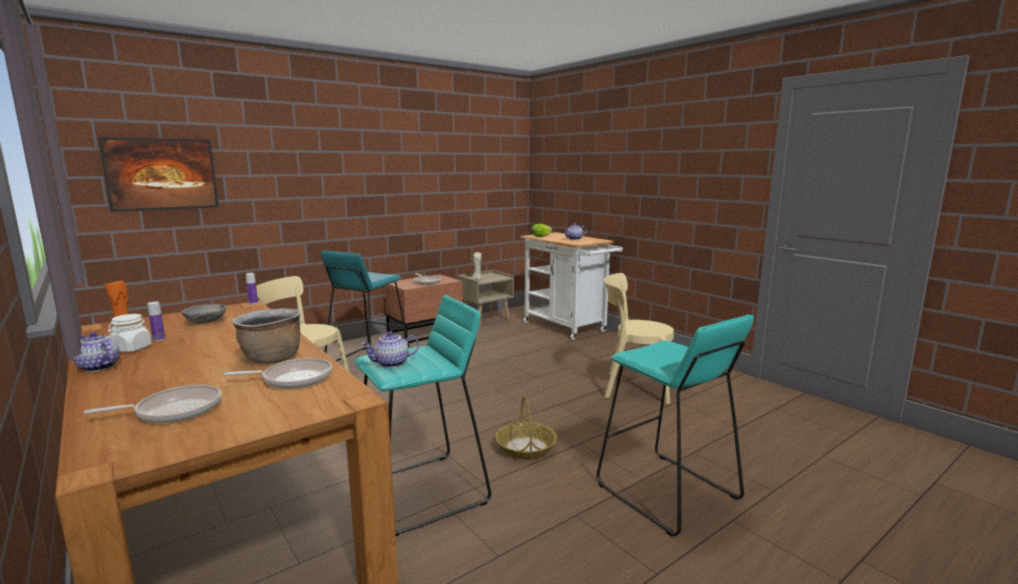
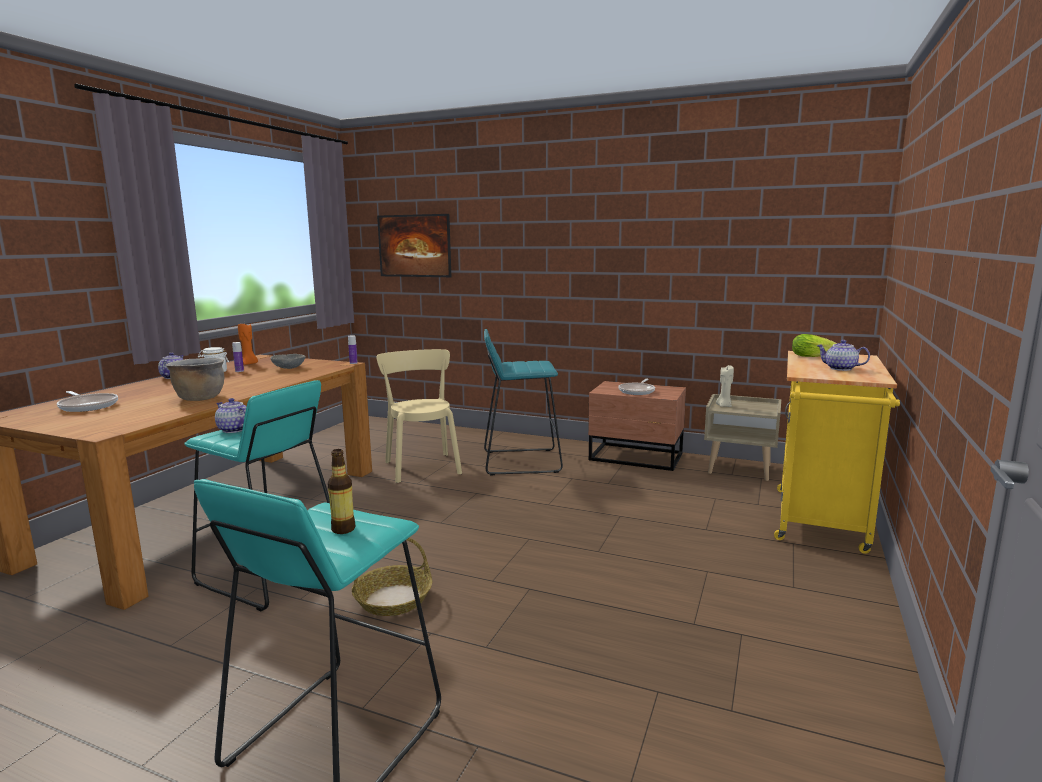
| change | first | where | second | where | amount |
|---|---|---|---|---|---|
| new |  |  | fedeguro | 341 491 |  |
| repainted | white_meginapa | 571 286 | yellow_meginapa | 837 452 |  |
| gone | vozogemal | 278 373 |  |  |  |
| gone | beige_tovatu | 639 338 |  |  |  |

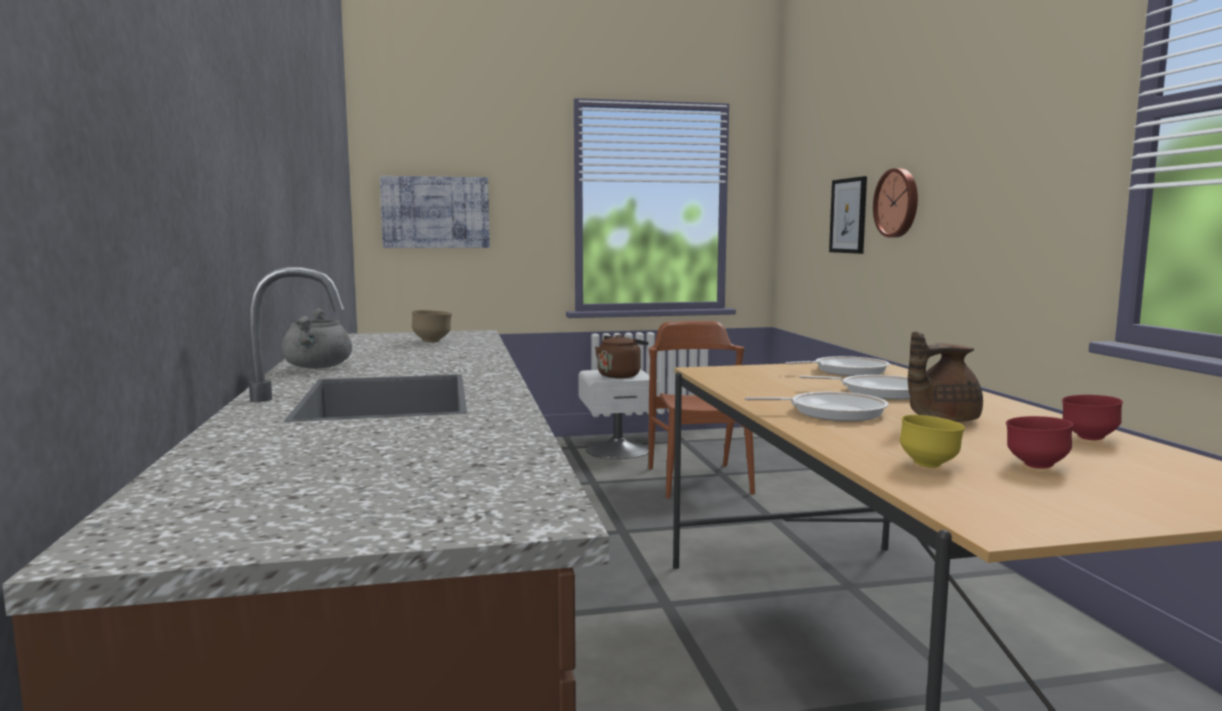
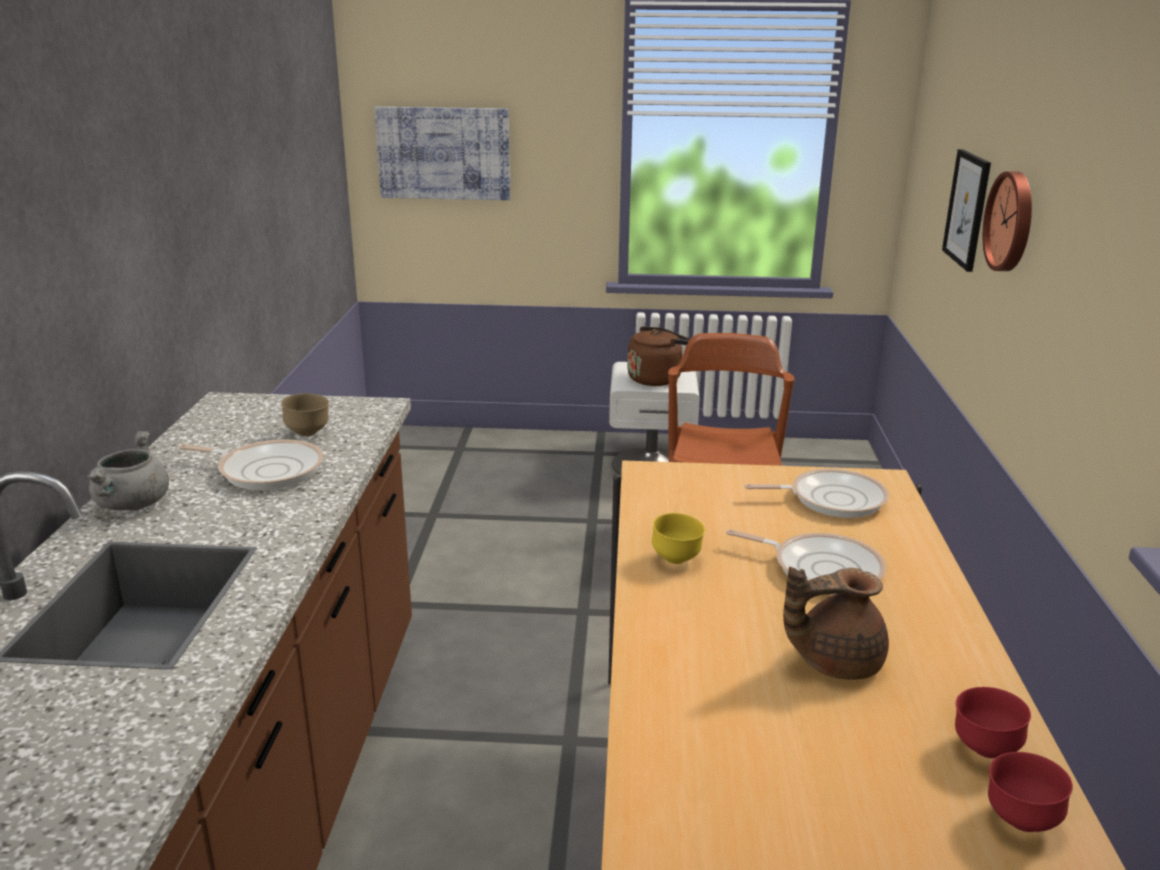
| change | first | where | second | where | amount |
|---|---|---|---|---|---|
| shifted | vozogemal | 817 406 |  | 251 464 |  |
| shifted | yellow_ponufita | 932 441 |  | 678 538 |  |
| shifted | red_ponufita | 1039 442 |  | 1030 792 |  |

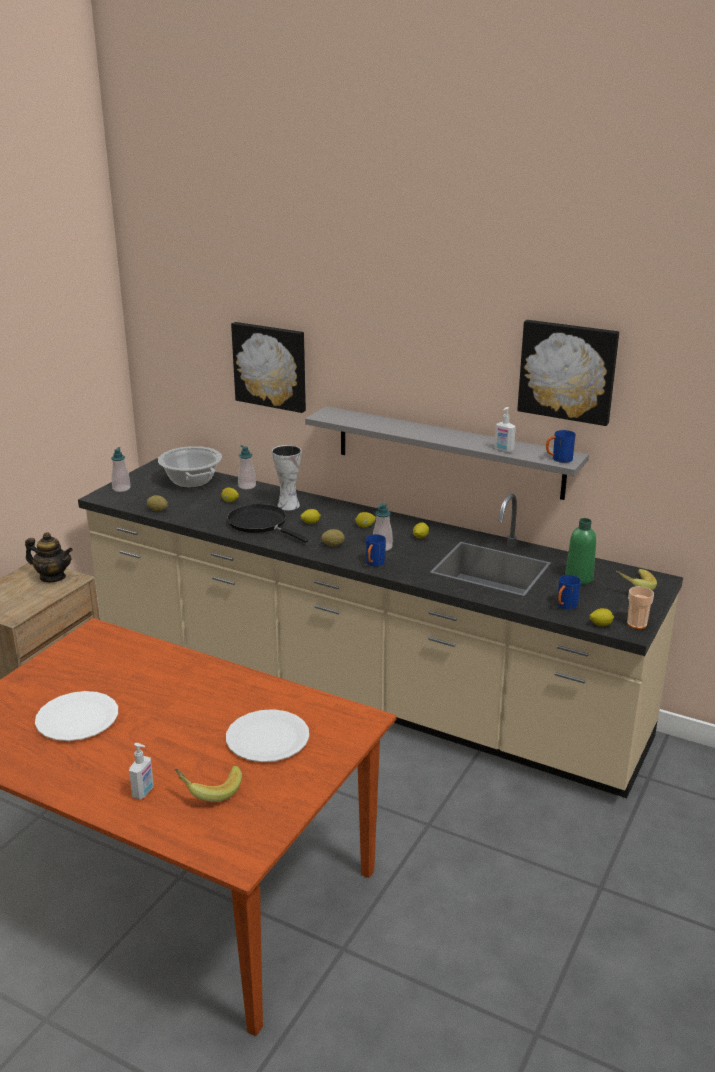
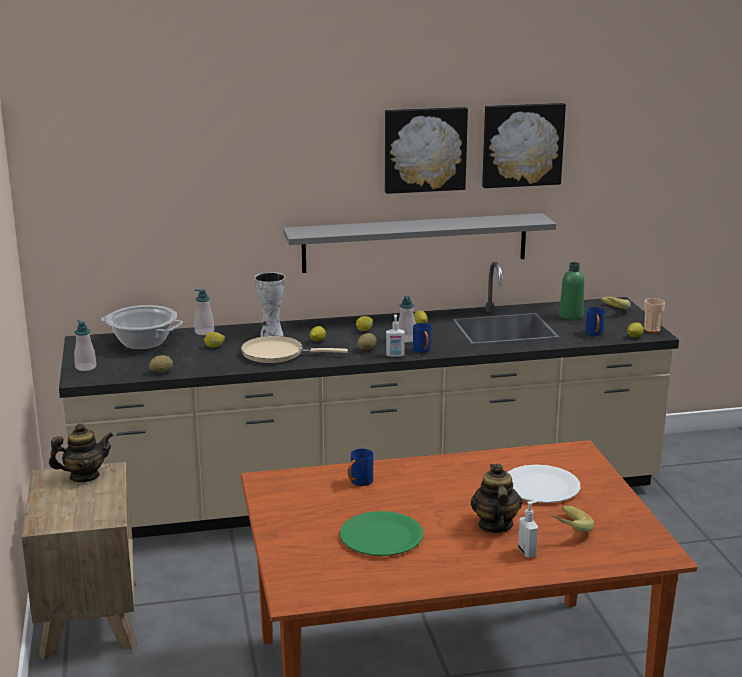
| change | first | where | second | where | amount |
|---|---|---|---|---|---|
| repainted | black_vozogemal | 267 523 | beige_vozogemal | 294 349 |  |
| repainted | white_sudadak | 76 716 | green_sudadak | 381 533 |  |
| shifted | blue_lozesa | 561 446 |  | 361 467 |  |
| shifted | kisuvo | 268 367 |  | 426 150 |  |
| shifted | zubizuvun | 505 430 |  | 395 336 |  |
| new |  |  | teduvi | 496 498 |  |

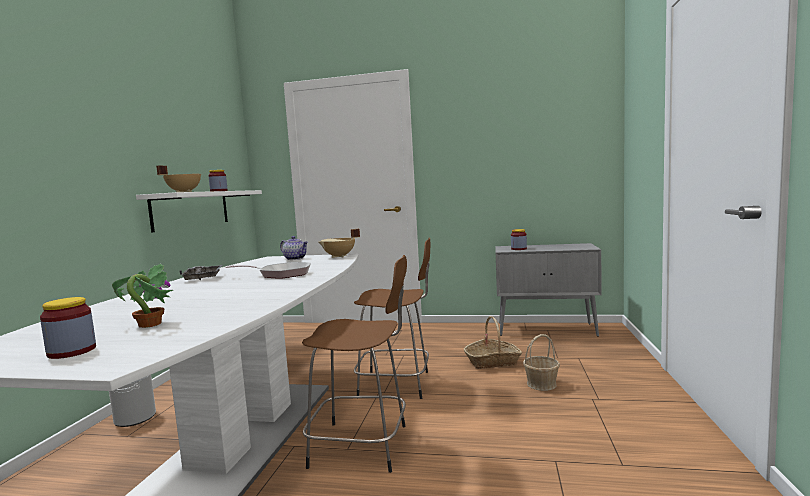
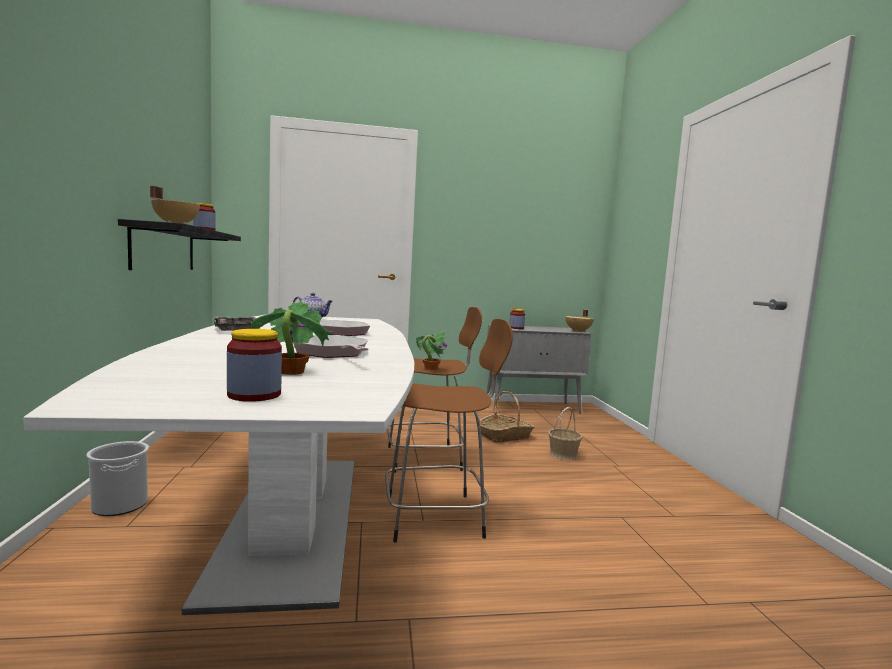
| change | first | where | second | where | amount |
|---|---|---|---|---|---|
| repainted | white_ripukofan | 199 211 | black_ripukofan | 179 244 |  |
| new |  |  | vozogemal | 331 346 |  |
| new |  |  | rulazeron | 431 350 |  |
| shifted | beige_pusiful | 339 243 |  | 579 321 |  |

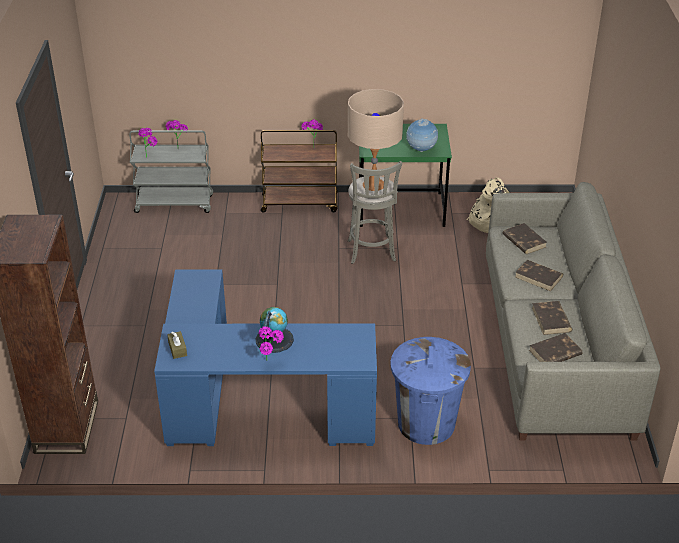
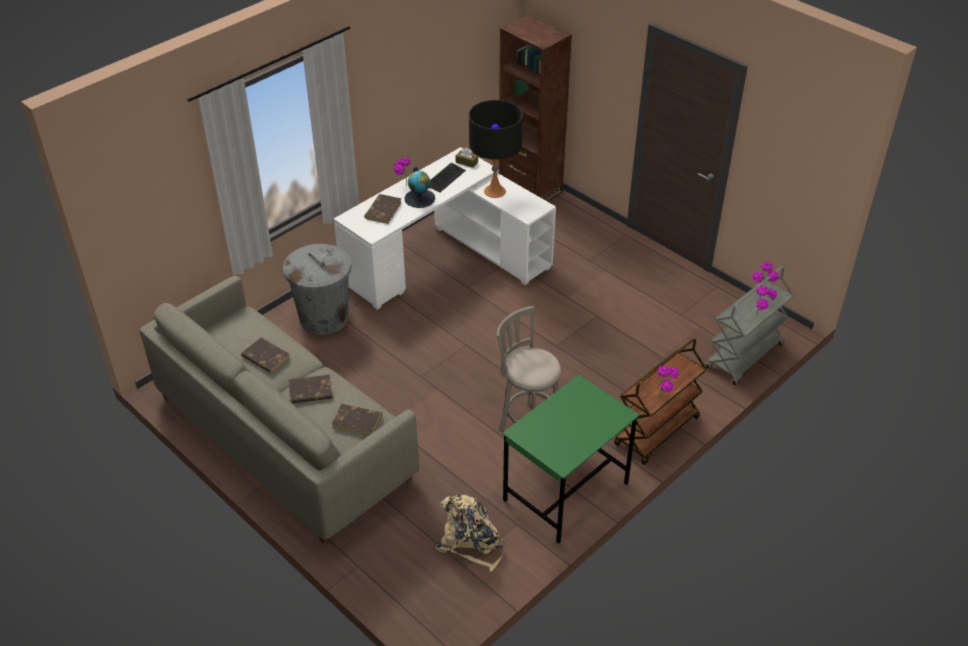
| change | first | where | second | where | amount |
|---|---|---|---|---|---|
| repainted | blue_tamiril | 430 391 | grey_tamiril | 317 289 |  |
| repainted | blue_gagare | 265 357 | white_gagare | 445 228 |  |
| shifted | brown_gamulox | 556 347 |  | 382 209 |  |
| new |  |  | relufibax | 447 177 |  |
| new |  |  | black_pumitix | 496 149 |  |
| gone | beige_pumitix | 376 140 |  |  |  |
| gone | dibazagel | 422 135 |  |  |  |

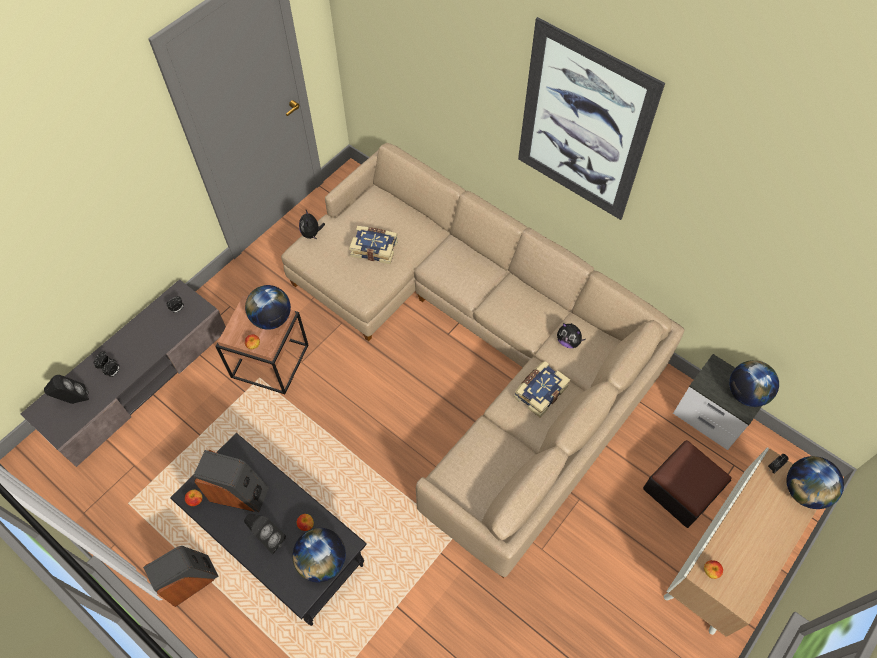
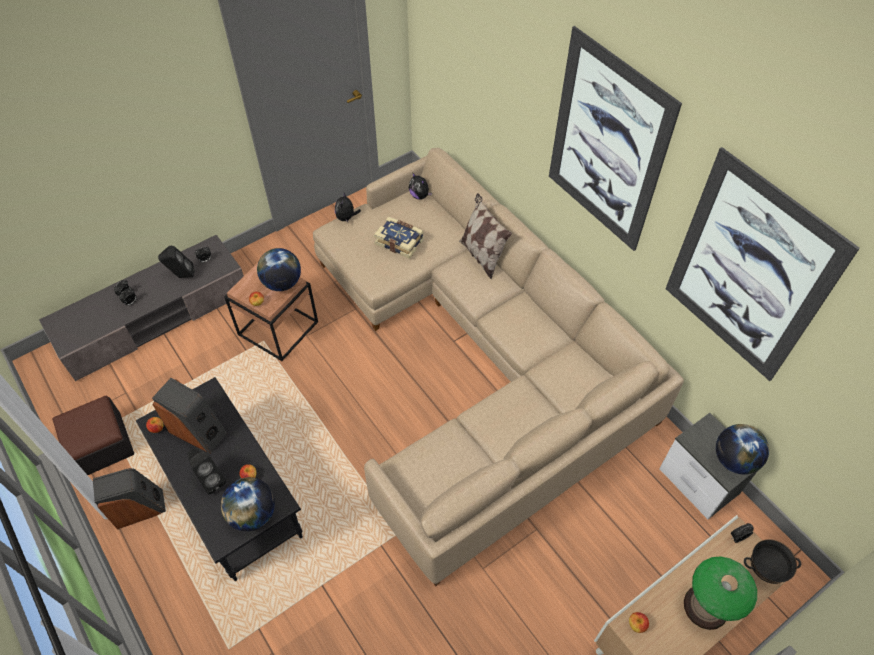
| change | first | where | second | where | amount |
|---|---|---|---|---|---|
| shifted | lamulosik | 687 484 |  | 93 435 |  |
| shifted | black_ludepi | 66 389 |  | 176 262 |  |
| shifted | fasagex | 571 335 |  | 420 186 |  |
| new |  |  | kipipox | 485 236 |  |
| new |  |  | kisuvo | 762 264 |  |
| new |  |  | pumitix | 720 593 |  |
| swapped | dibazagel | 815 482 | black_ponufita | 772 561 |  |
| gone | gamulox | 542 389 |  |  |  |

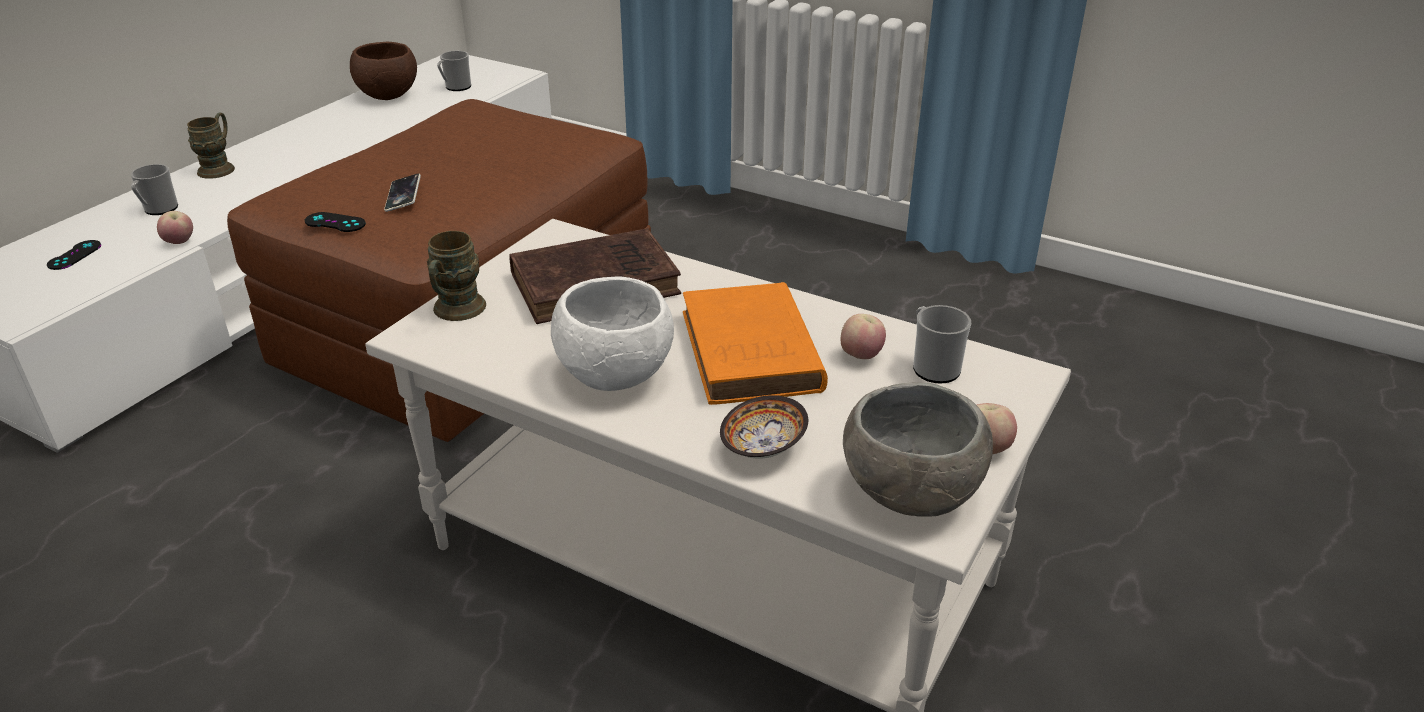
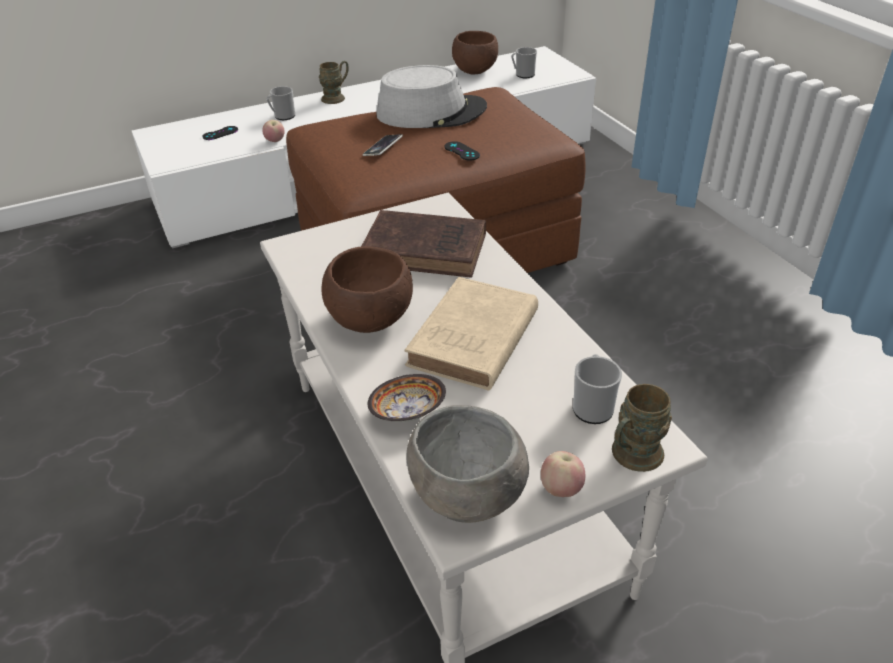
| change | first | where | second | where | amount |
|---|---|---|---|---|---|
| repainted | white_ponufita | 612 333 | brown_ponufita | 367 289 |  |
| new |  |  | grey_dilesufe | 431 96 |  |
| repainted | orange_gamulox | 755 343 | beige_gamulox | 471 333 |  |
| shifted | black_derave | 335 222 |  | 462 151 |  |
| shifted | brown_lozesa | 456 276 |  | 642 428 |  |
| gone | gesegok | 863 336 |  |  |  |

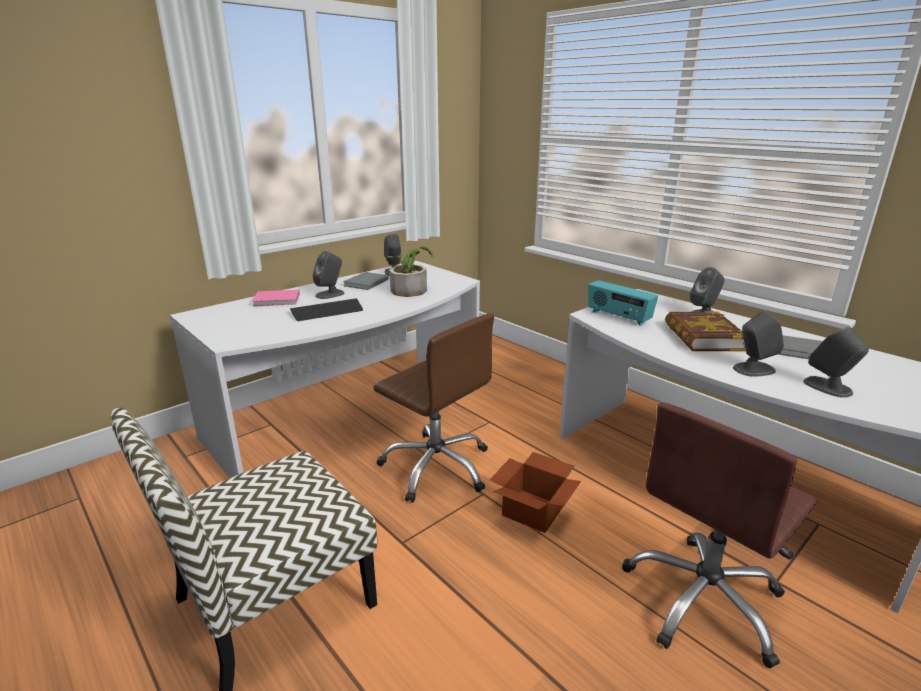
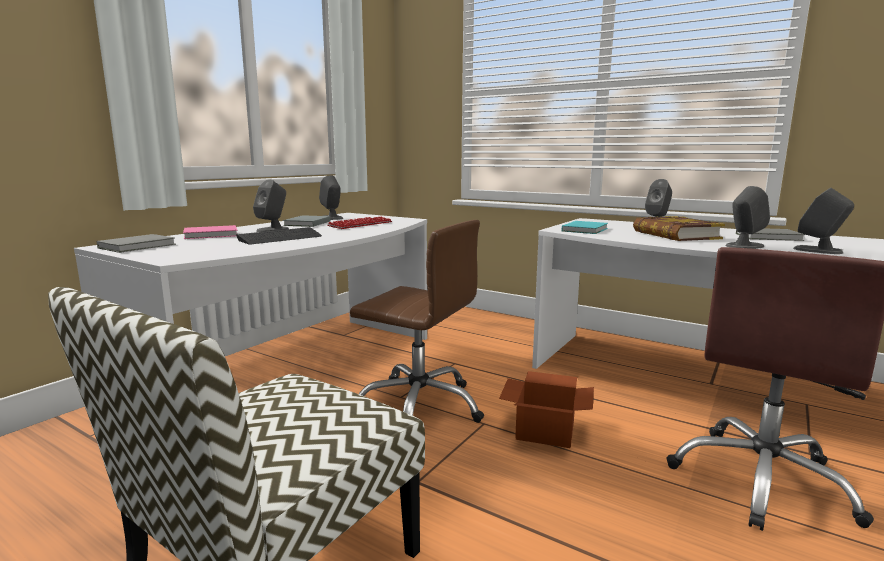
| change | first | where | second | where | amount |
|---|---|---|---|---|---|
| new |  |  | grey_gamulox | 136 243 |  |
| swapped | rulazeron | 410 271 | relufibax | 359 223 |  |
| swapped | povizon | 623 303 | turquoise_gamulox | 585 227 |  |

